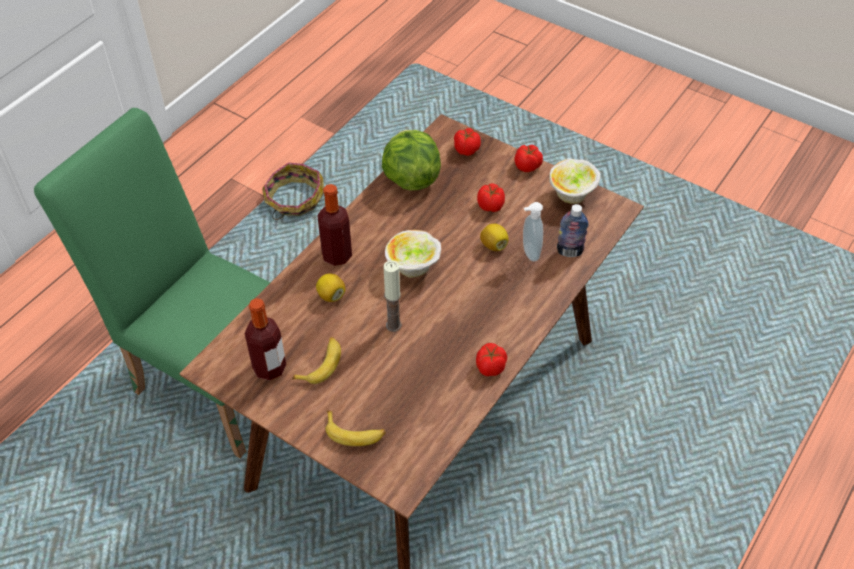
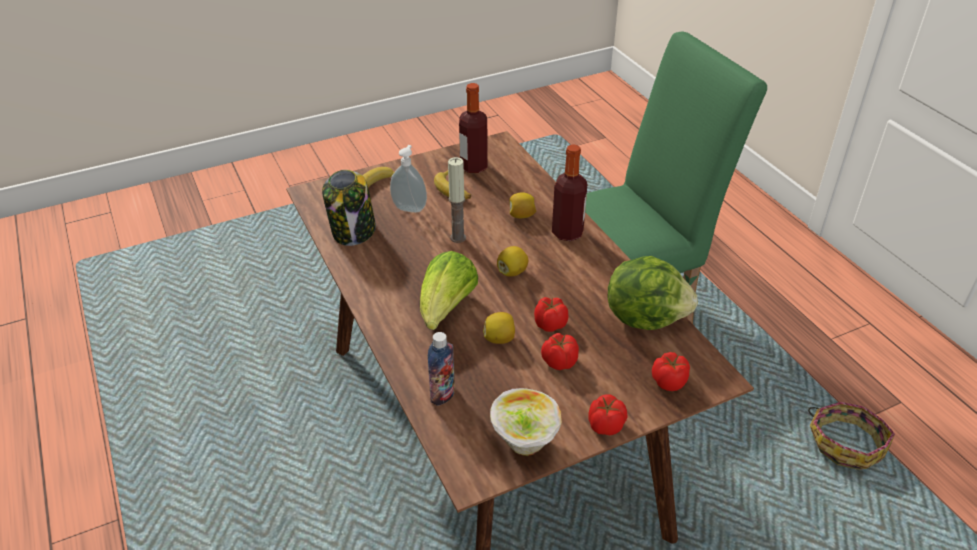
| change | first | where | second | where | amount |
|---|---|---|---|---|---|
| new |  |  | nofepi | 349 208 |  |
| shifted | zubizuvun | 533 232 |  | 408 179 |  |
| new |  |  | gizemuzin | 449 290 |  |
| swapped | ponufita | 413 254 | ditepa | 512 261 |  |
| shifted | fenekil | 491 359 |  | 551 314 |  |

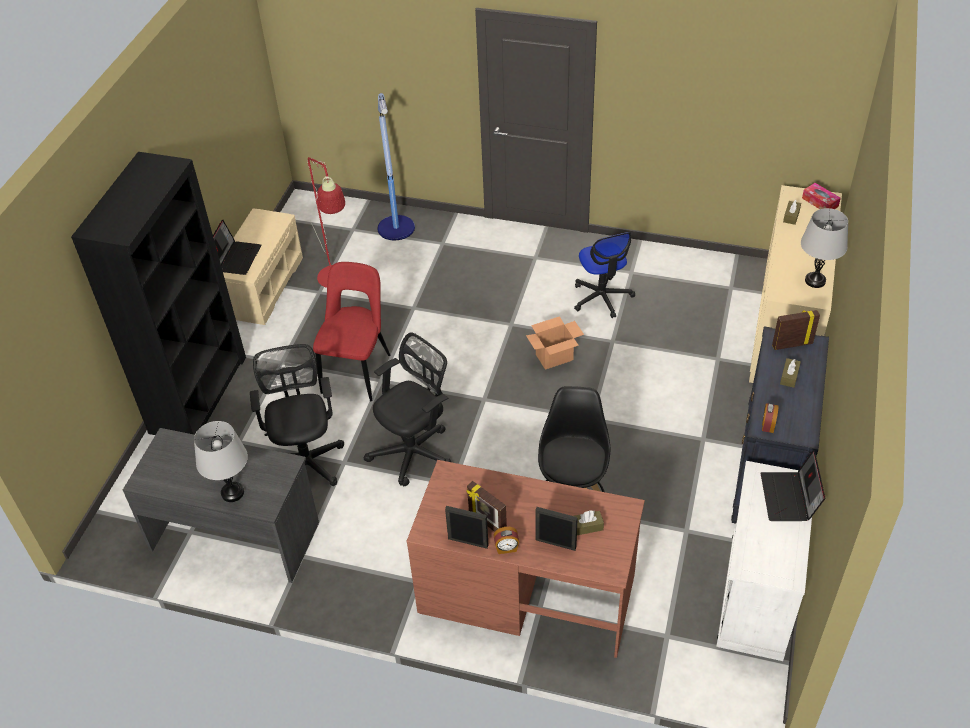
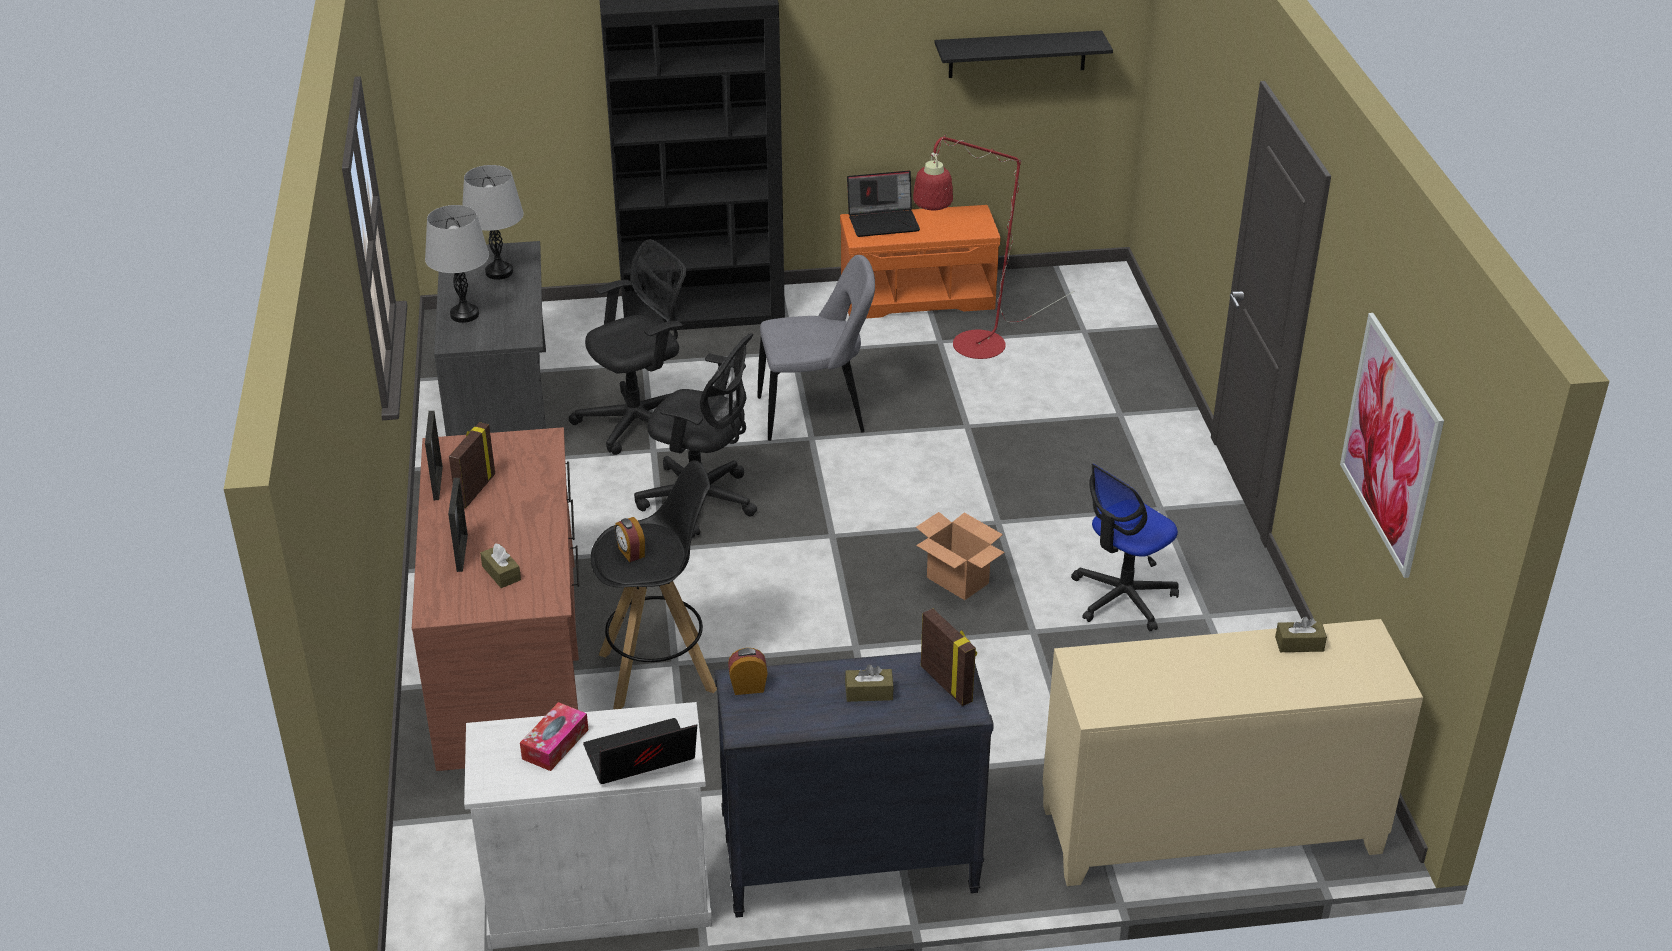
| change | first | where | second | where | amount |
|---|---|---|---|---|---|
| shifted | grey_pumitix | 824 248 |  | 493 222 |  |
| shifted | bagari | 821 196 |  | 554 736 |  |
| shifted | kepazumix | 506 540 |  | 630 539 |  |
| repainted | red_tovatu | 351 331 | grey_tovatu | 816 348 |  |
| repainted | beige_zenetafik | 263 266 | orange_zenetafik | 920 262 |  |
| new |  |  | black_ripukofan | 1024 54 |  |
| new |  |  | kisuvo | 1392 445 |  |
| gone | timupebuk | 396 166 |  |  |  |

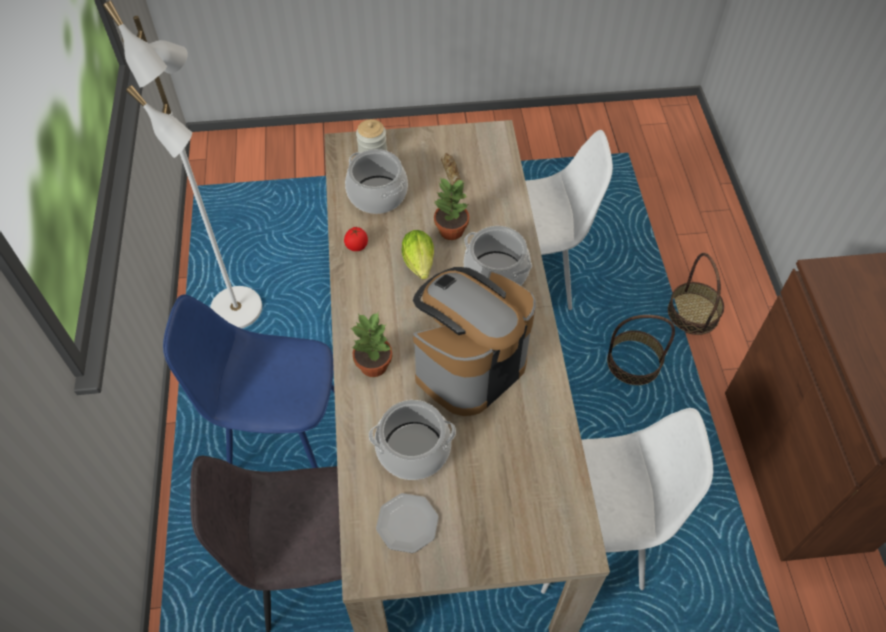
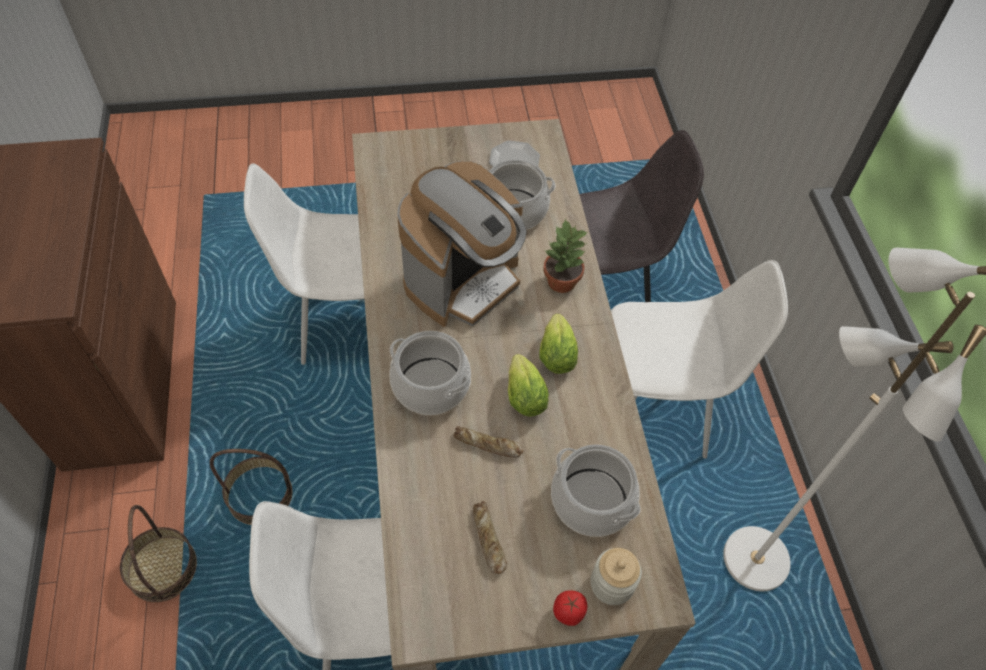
| change | first | where | second | where | amount |
|---|---|---|---|---|---|
| swapped | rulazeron | 451 209 | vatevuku | 488 442 |  |
| new |  |  | gizemuzin | 558 344 |  |
| shifted | fenekil | 356 239 |  | 570 608 |  |
| repainted | blue_tovatu | 248 381 | white_tovatu | 699 359 |  |

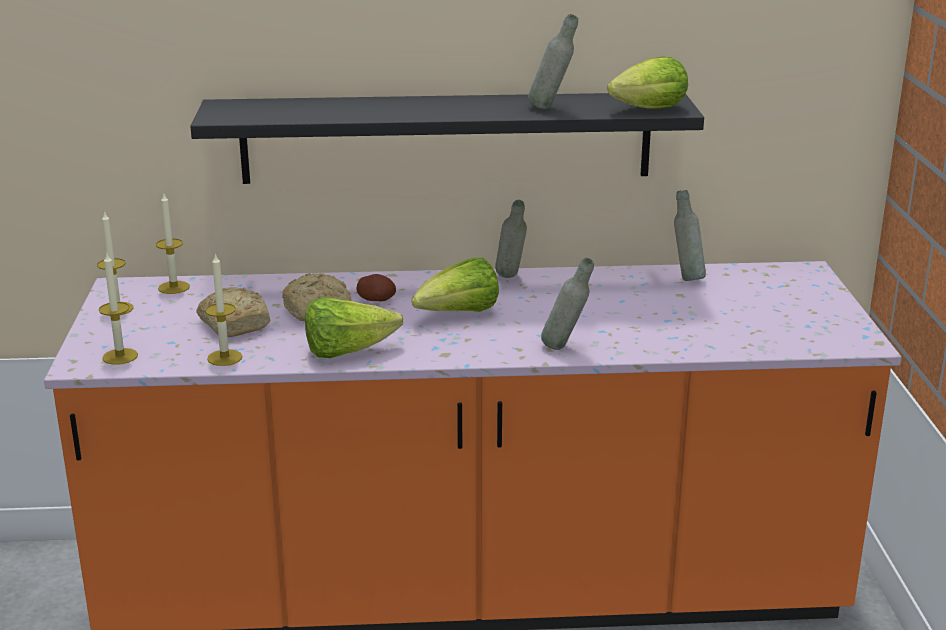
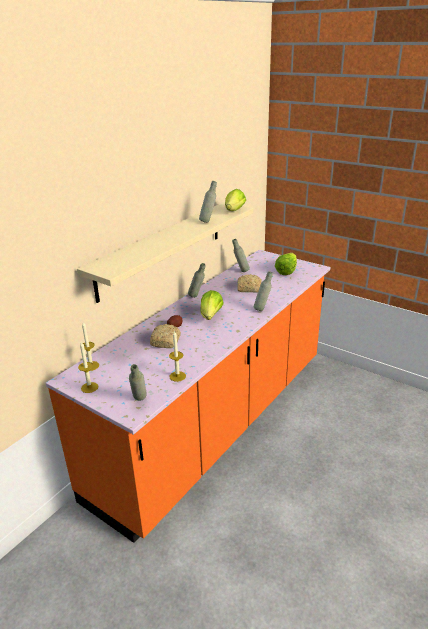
| change | first | where | second | where | amount |
|---|---|---|---|---|---|
| repainted | black_ripukofan | 447 138 | beige_ripukofan | 165 252 |  |
| swapped | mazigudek | 118 309 | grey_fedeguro | 137 382 |  |
| shifted | vatevuku | 233 312 |  | 249 283 |  |
| shifted | gizemuzin | 354 327 |  | 286 264 |  |

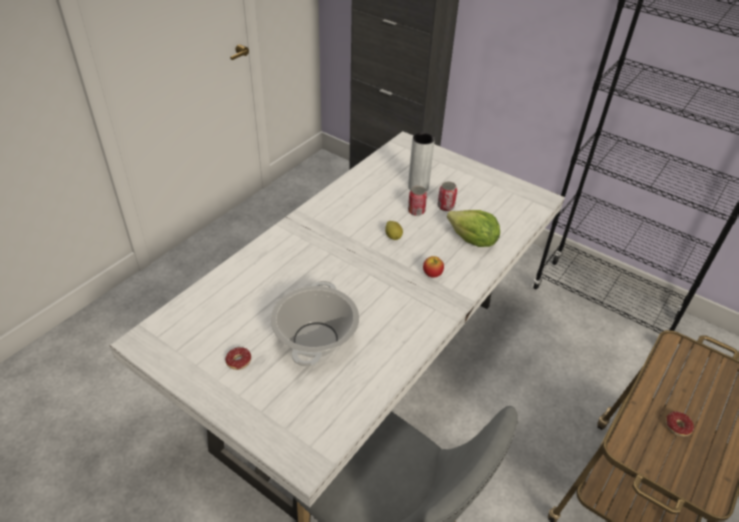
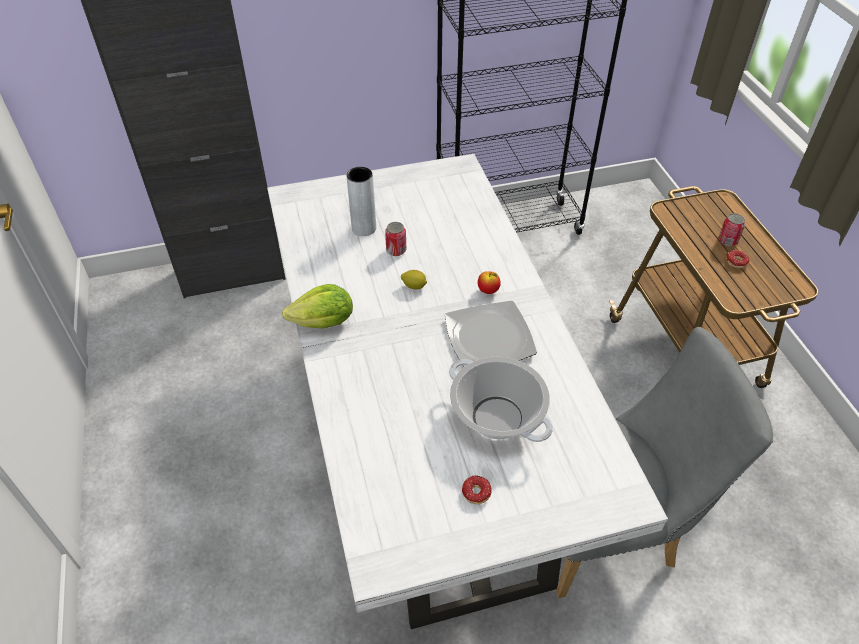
| change | first | where | second | where | amount |
|---|---|---|---|---|---|
| shifted | gizemuzin | 473 228 |  | 317 306 |  |
| new |  |  | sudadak | 491 334 |  |
| shifted | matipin | 447 196 |  | 731 229 |  |

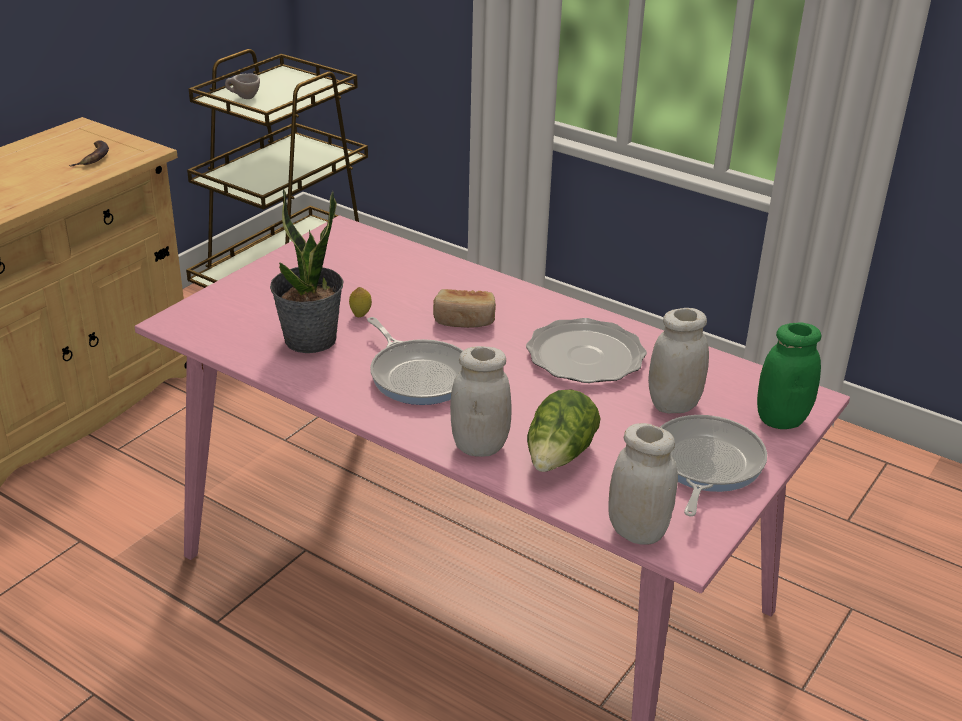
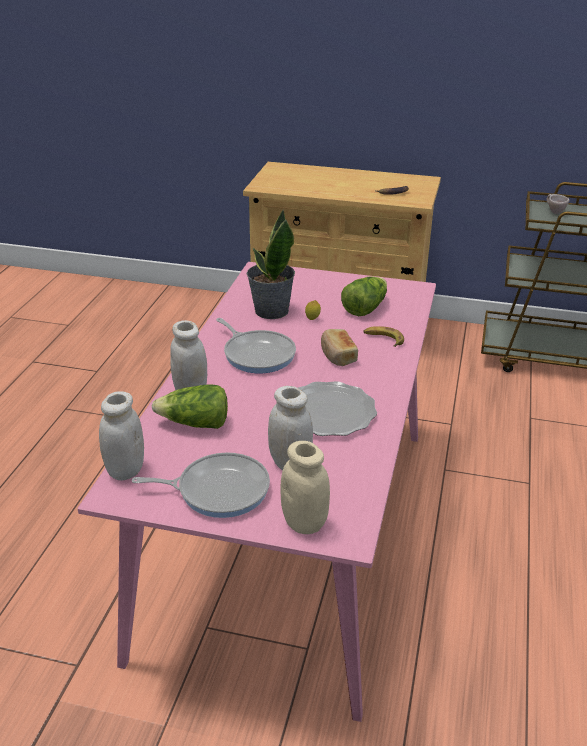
| change | first | where | second | where | amount |
|---|---|---|---|---|---|
| rotated | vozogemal | 415 361 |  | 256 345 | 75 degrees counterclockwise |
| repainted | green_nofepi | 789 376 | beige_nofepi | 305 487 |  |
| new |  |  | gizemuzin | 364 296 |  |
| new |  |  | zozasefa | 383 336 |  |

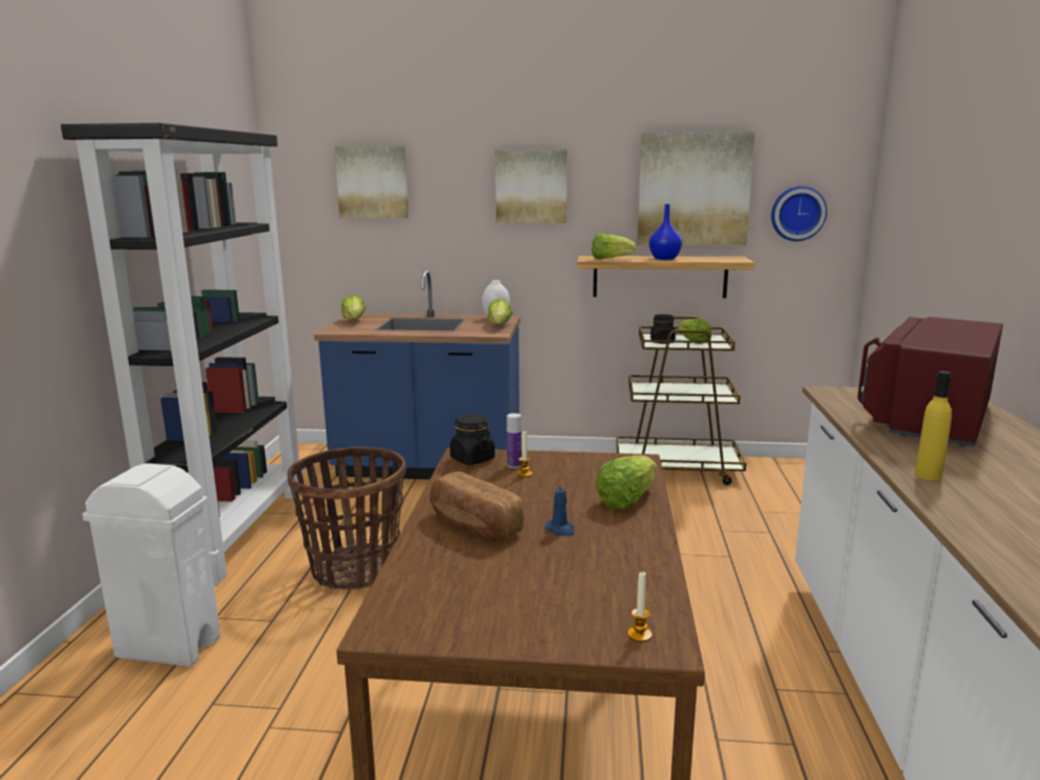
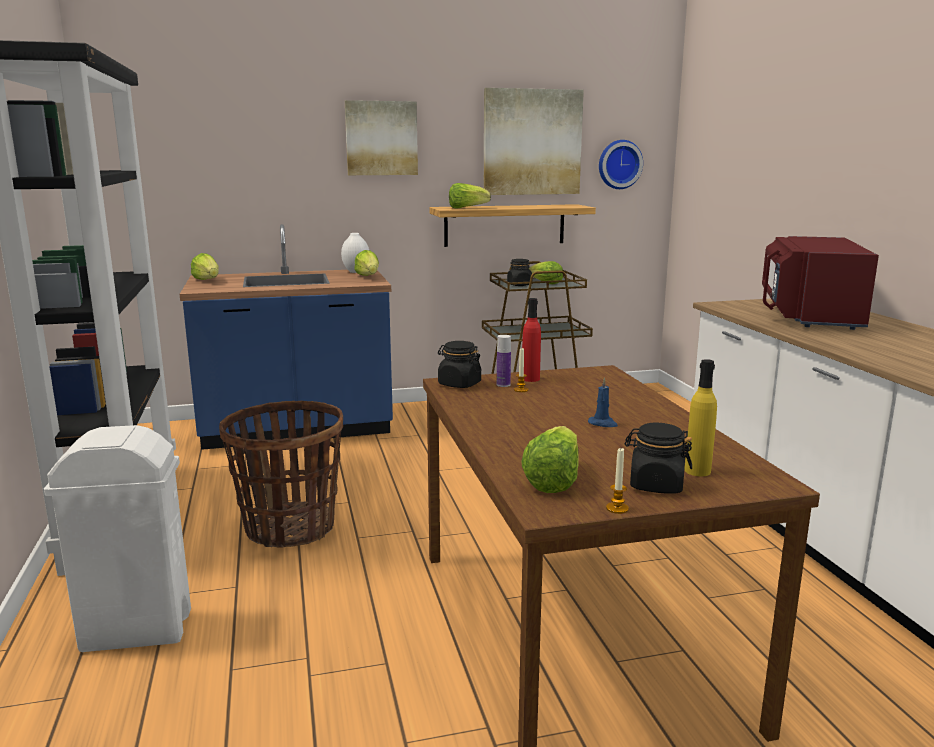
| change | first | where | second | where | amount |
|---|---|---|---|---|---|
| shifted | gizemuzin | 626 482 |  | 550 459 |  |
| new |  |  | red_fedeguro | 531 340 |  |
| shifted | mazigudek | 640 606 |  | 617 481 |  |
| new |  |  | black_nofepi | 658 458 |  |
| shifted | yellow_fedeguro | 933 426 |  | 700 417 |  |
| gone | kisuvo | 371 181 |  |  |  |
| gone | vatevuku | 476 506 |  |  |  |
| gone | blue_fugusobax | 665 232 |  |  |  |

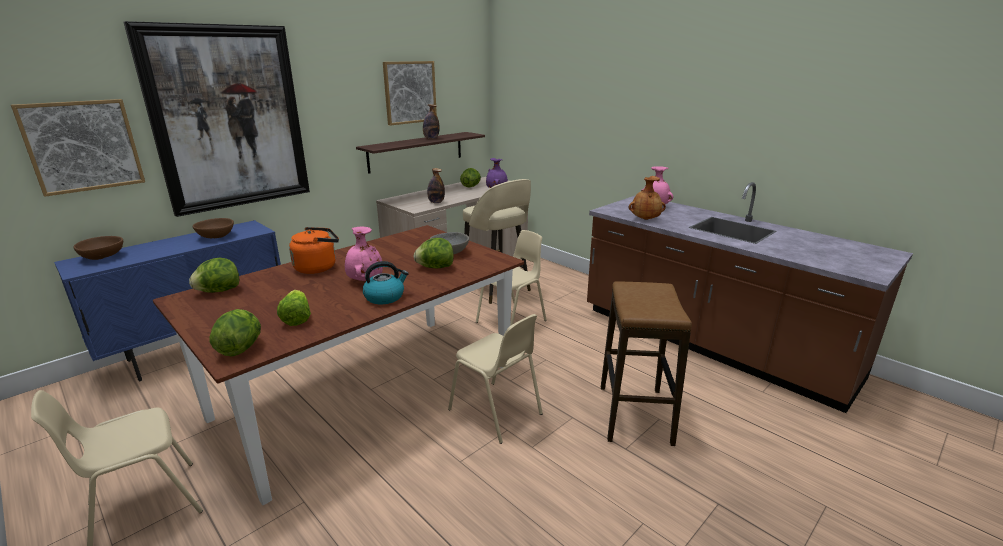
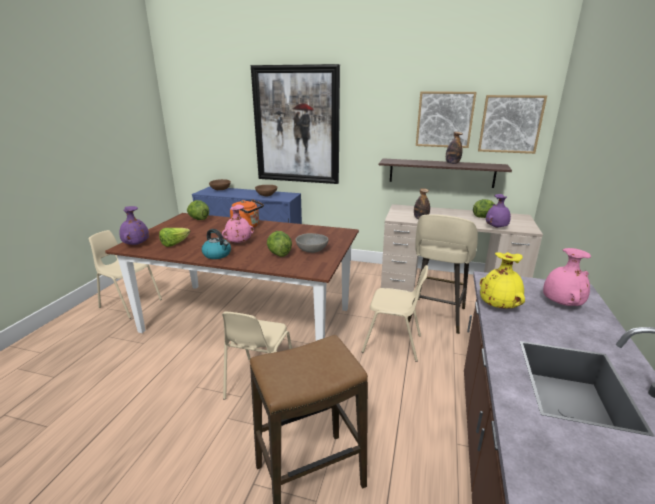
| change | first | where | second | where | amount |
|---|---|---|---|---|---|
| swapped | gizemuzin | 235 332 | purple_fugusobax | 134 225 |  |
| shifted | kisuvo | 78 148 |  | 512 124 |  |
| repainted | brown_fugusobax | 647 198 | yellow_fugusobax | 502 280 |  |

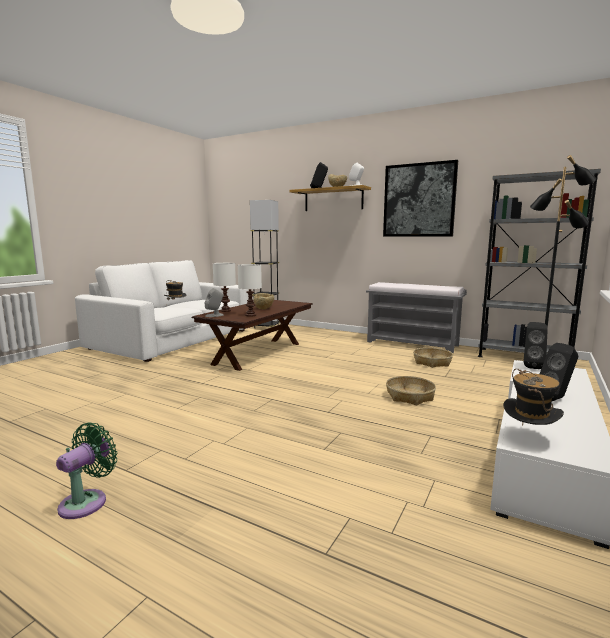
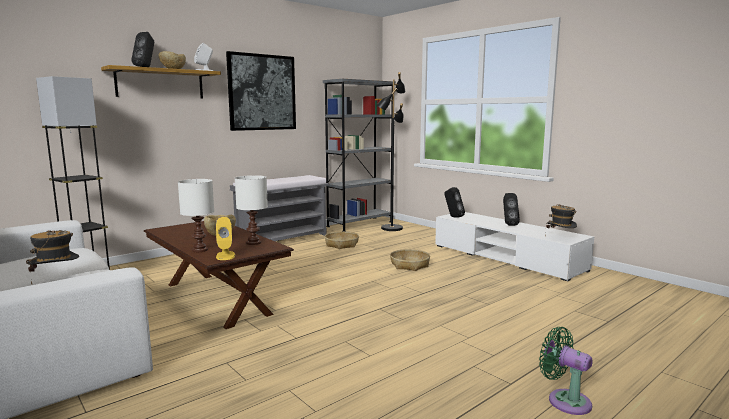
| change | first | where | second | where | amount |
|---|---|---|---|---|---|
| repainted | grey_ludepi | 214 302 | yellow_ludepi | 225 238 |  |

